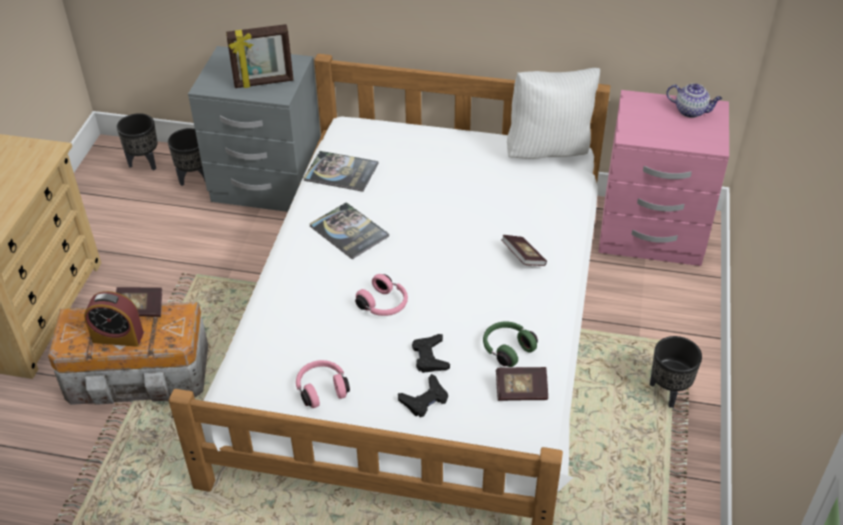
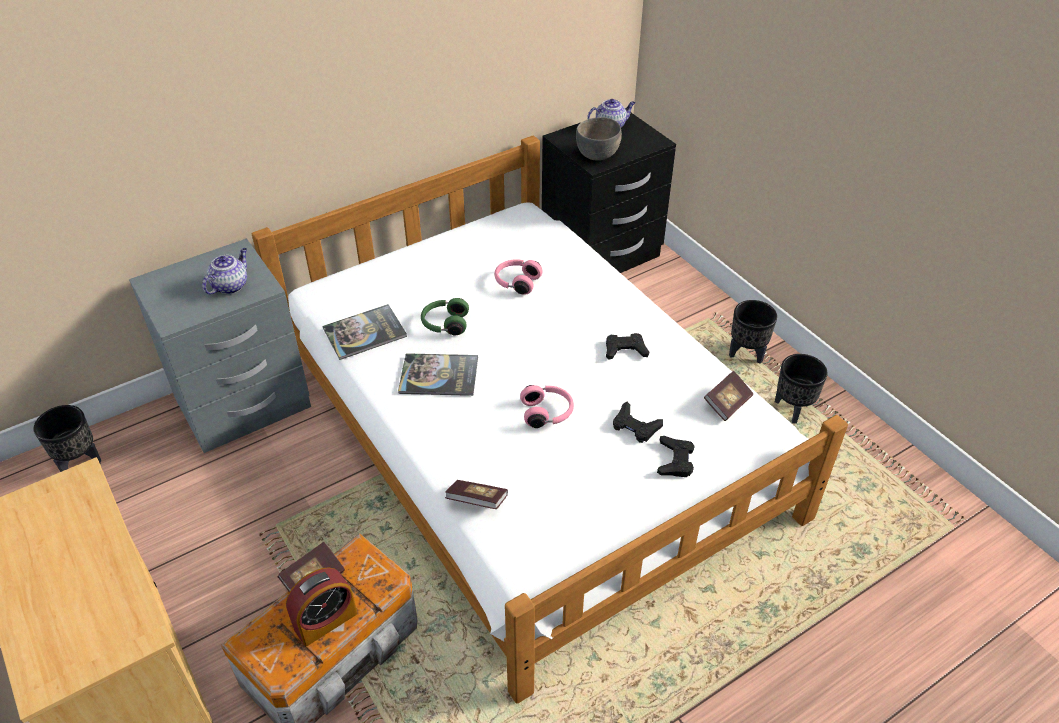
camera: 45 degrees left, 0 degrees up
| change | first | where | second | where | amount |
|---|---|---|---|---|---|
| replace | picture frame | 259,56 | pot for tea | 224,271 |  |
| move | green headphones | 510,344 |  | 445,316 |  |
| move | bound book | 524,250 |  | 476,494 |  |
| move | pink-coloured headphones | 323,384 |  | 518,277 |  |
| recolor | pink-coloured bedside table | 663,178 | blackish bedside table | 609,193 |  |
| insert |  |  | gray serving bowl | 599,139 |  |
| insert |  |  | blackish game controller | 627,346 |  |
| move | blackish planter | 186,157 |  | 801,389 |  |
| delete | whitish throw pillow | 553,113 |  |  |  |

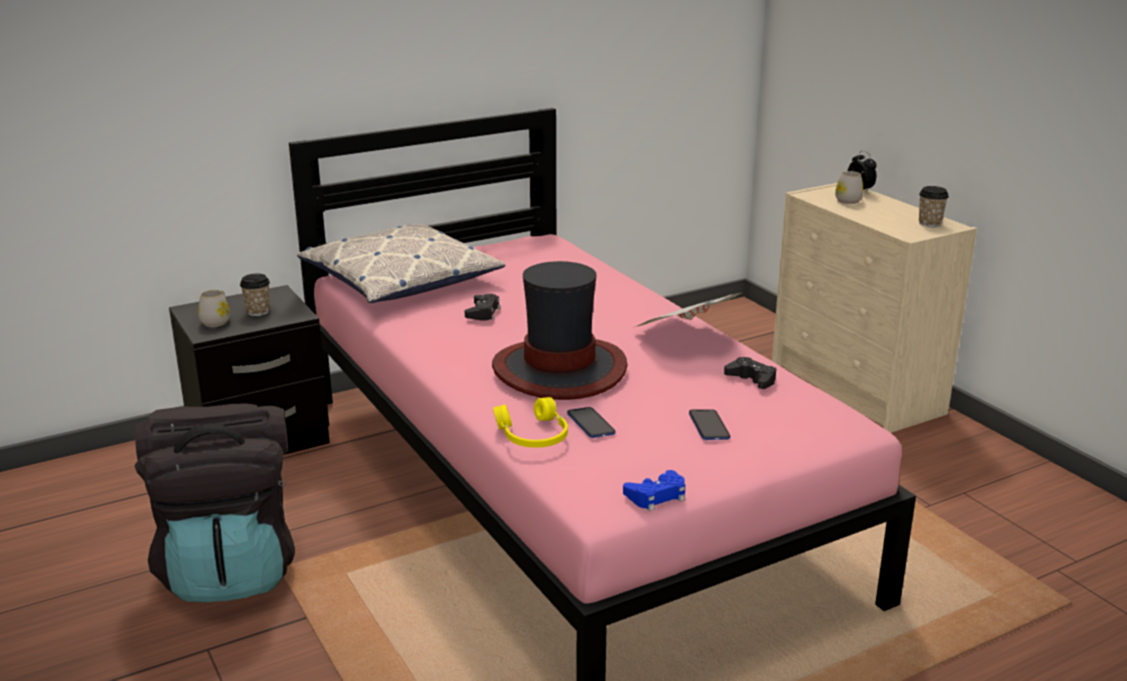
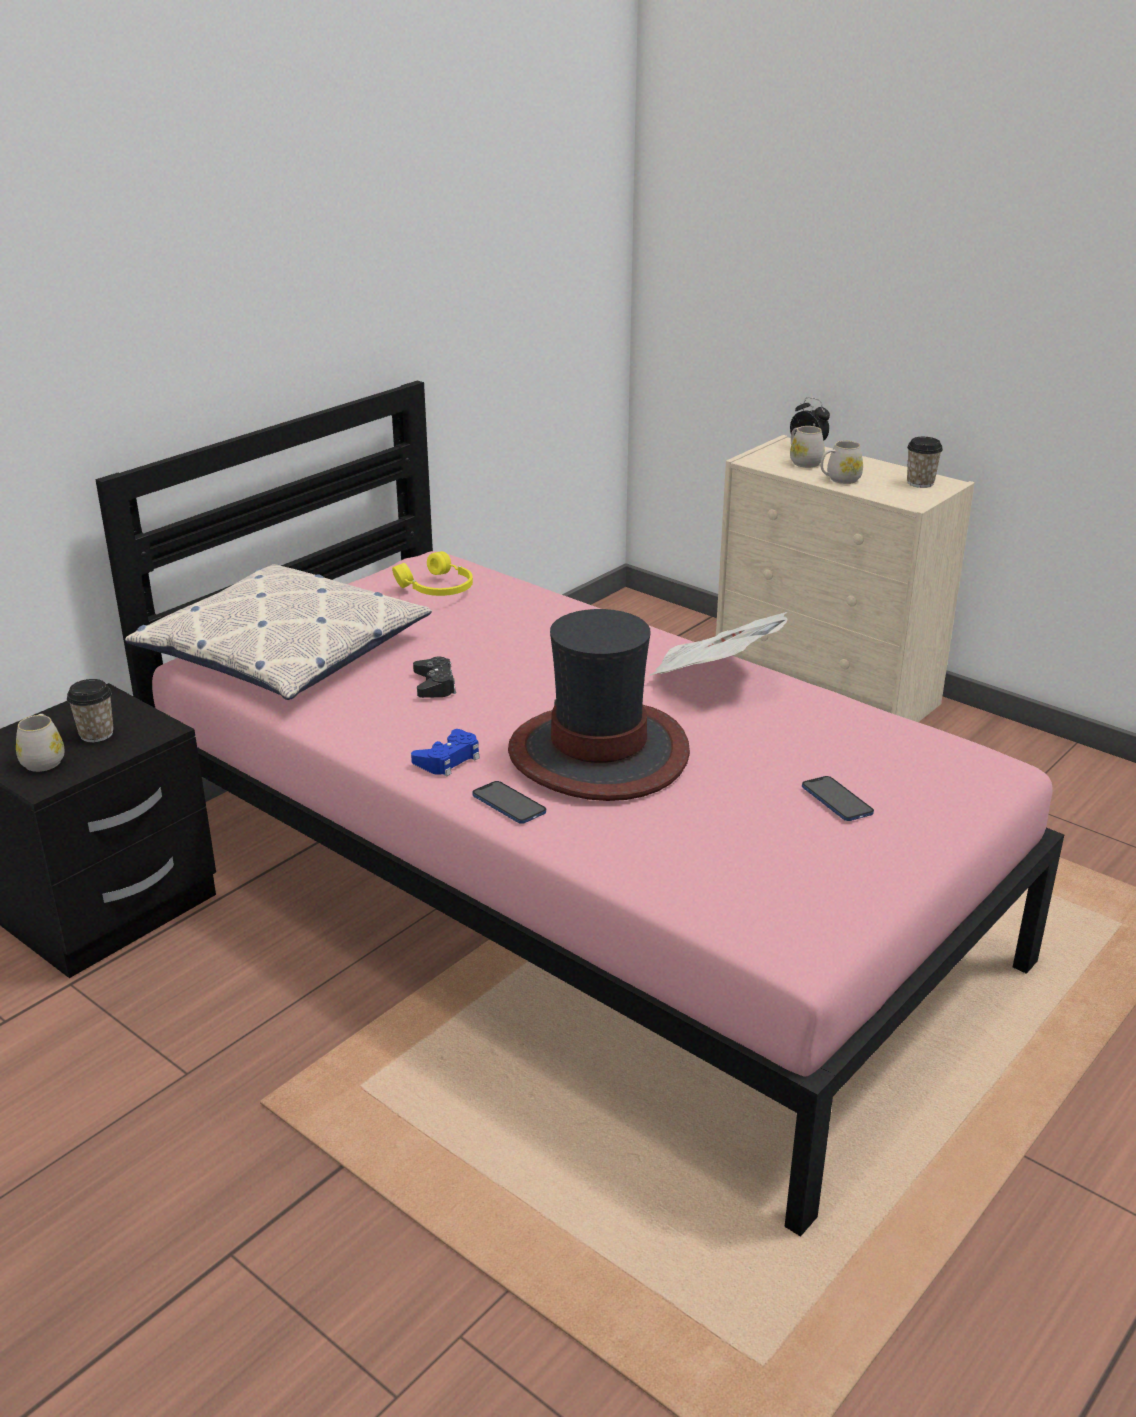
camera: 20 degrees left, 5 degrees up
| change | first | where | second | where | amount |
|---|---|---|---|---|---|
| move | yellowish headphones | 530,422 |  | 432,573 |  |
| move | blue game controller | 654,490 |  | 445,752 |  |
| move | phone | 591,422 |  | 509,802 |  |
| insert |  |  | whitish tea mug | 841,462 |  |
| delete | blackish rucksack | 215,502 |  |  |  |
| delete | blackish game controller | 750,373 |  |  |  |

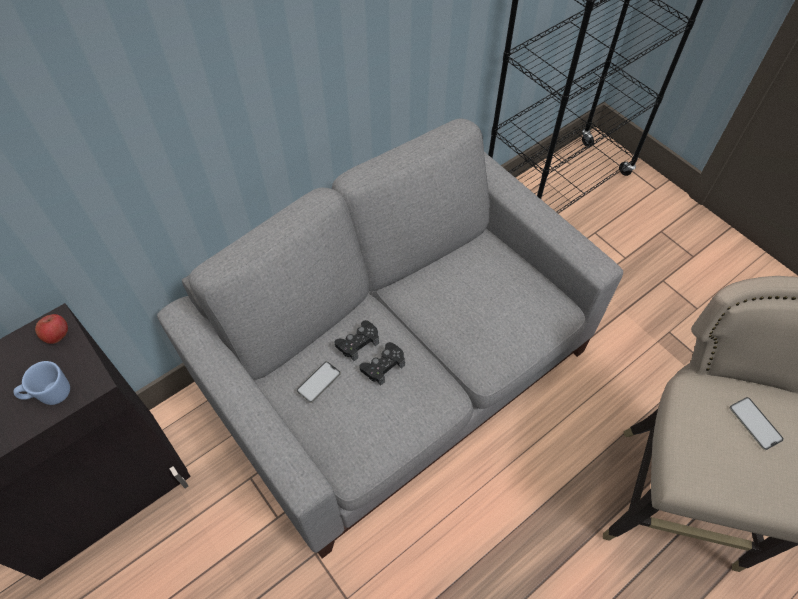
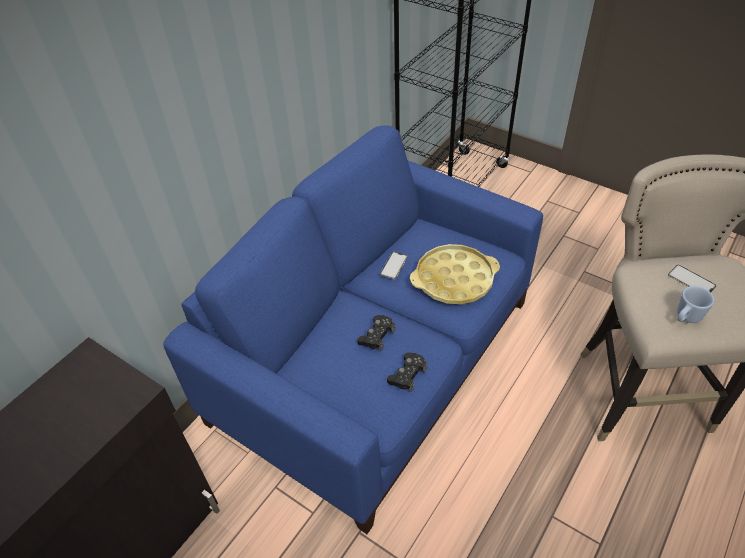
camera: 15 degrees left, 10 degrees down
| change | first | where | second | where | amount |
|---|---|---|---|---|---|
| recolor | gray sofa | 390,339 | blue sofa | 353,330 |  |
| move | phone | 319,382 |  | 394,265 |  |
| move | blackish game controller | 357,340 |  | 407,372 |  |
| insert |  |  | yellowish tray | 455,274 |  |
| move | blue tea mug | 42,383 |  | 695,304 |  |
| delete | whole apple | 51,329 |  |  |  |

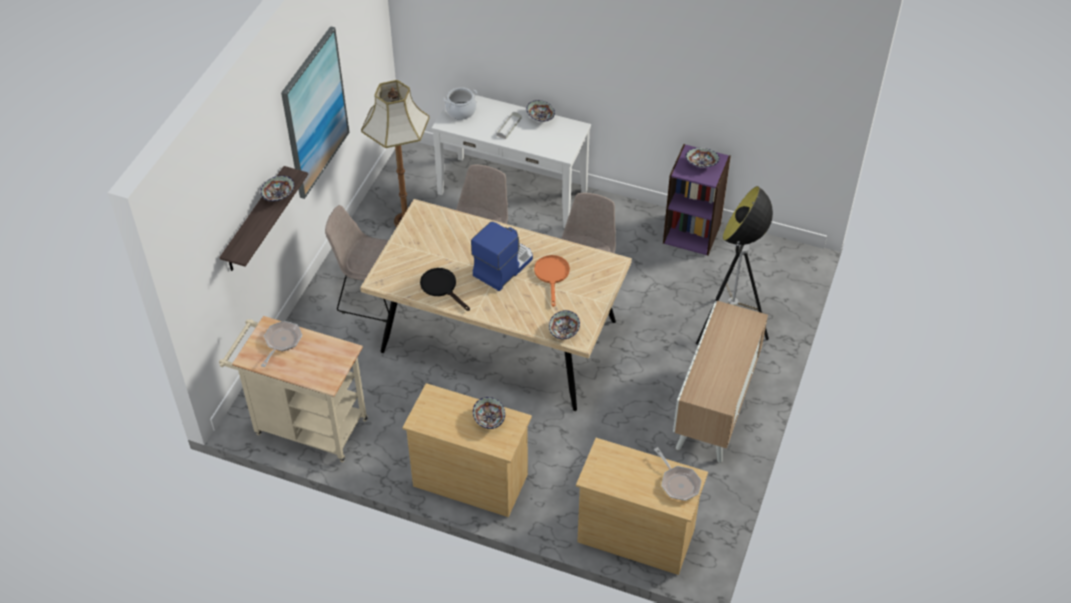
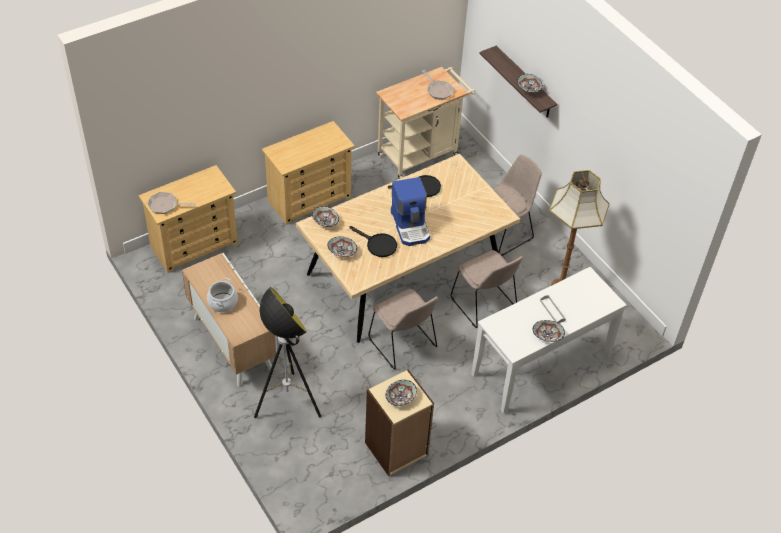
camera: 125 degrees right, 0 degrees up
| change | first | where | second | where | amount |
|---|---|---|---|---|---|
| move | cooking pot | 460,103 |  | 222,295 |  |
| move | serving bowl | 489,413 |  | 342,246 |  |
| recolor | orange-coloured frying pan | 552,281 | blackish frying pan | 373,241 |  |
| recolor | purple-coloured bookcase | 697,200 | beige bookcase | 399,423 |  |
| delete | wall picture | 315,112 |  |  |  |

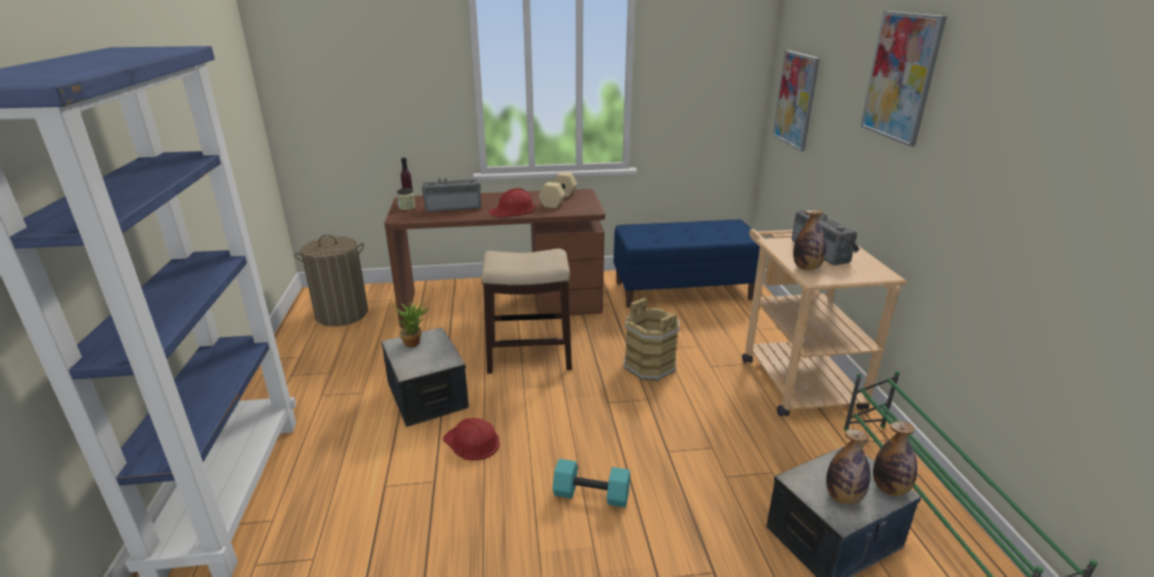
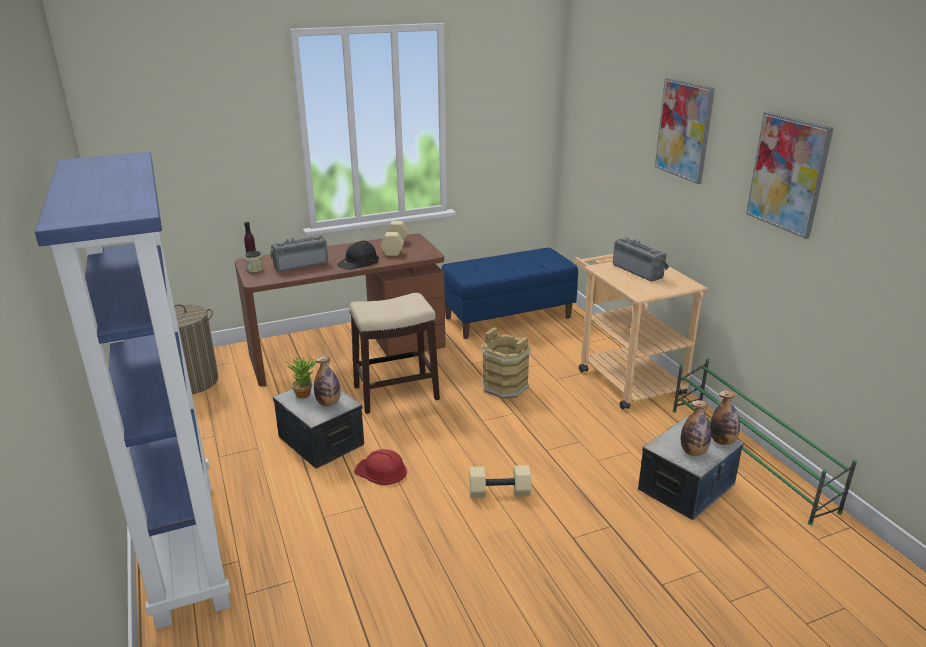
camera: 15 degrees left, 0 degrees up
| change | first | where | second | where | amount |
|---|---|---|---|---|---|
| move | beverage bottle | 809,240 |  | 327,381 |  |
| recolor | reddish safety helmet | 511,202 | blackish safety helmet | 358,255 |  |
| recolor | blue-green hand weight | 591,483 | beige hand weight | 500,481 |  |
| move | wall picture | 796,100 |  | 790,175 |  |

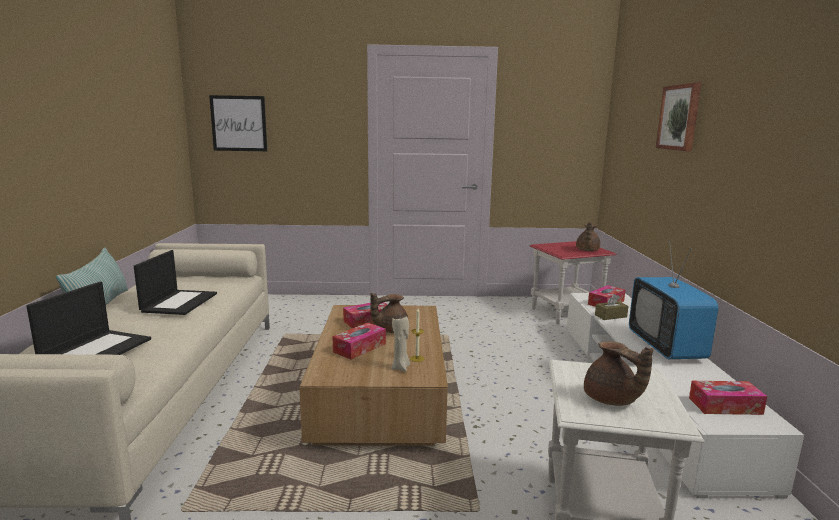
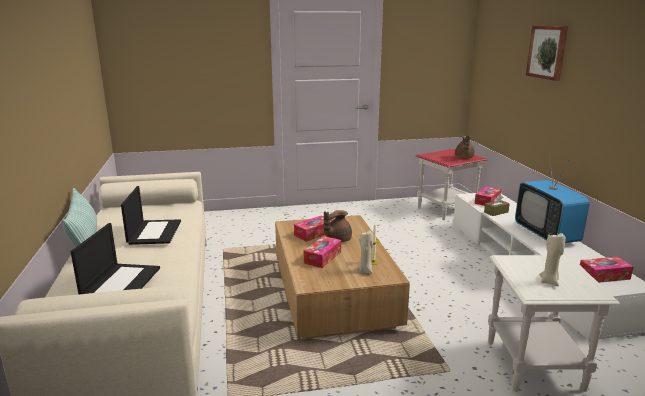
camera: 10 degrees left, 5 degrees up
| change | first | where | second | where | amount |
|---|---|---|---|---|---|
| replace | brownish pot for tea | 619,373 | beige wax light | 552,259 |  |
| delete | wall picture | 238,123 |  |  |  |

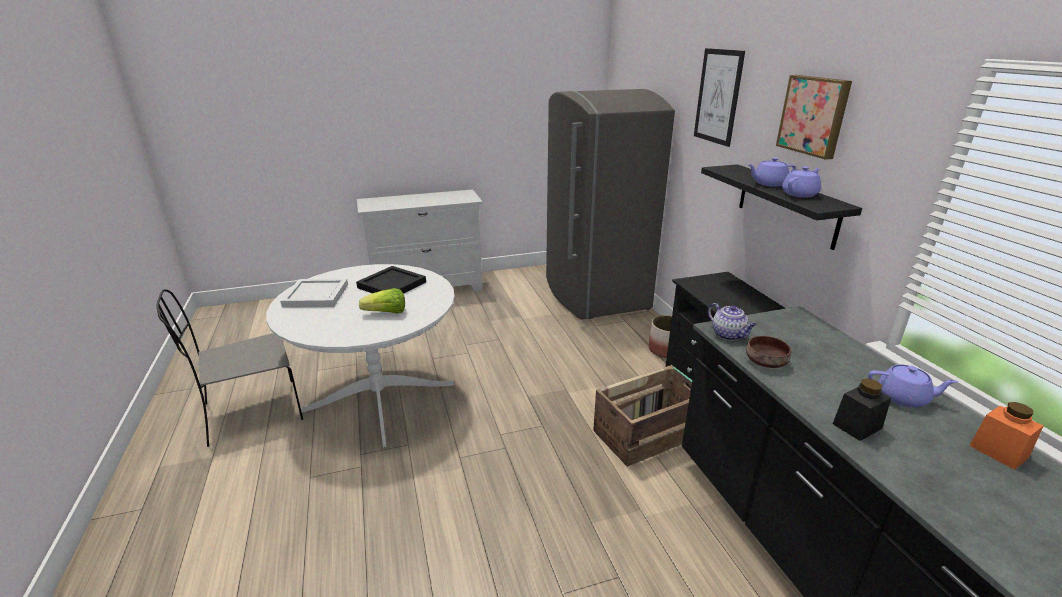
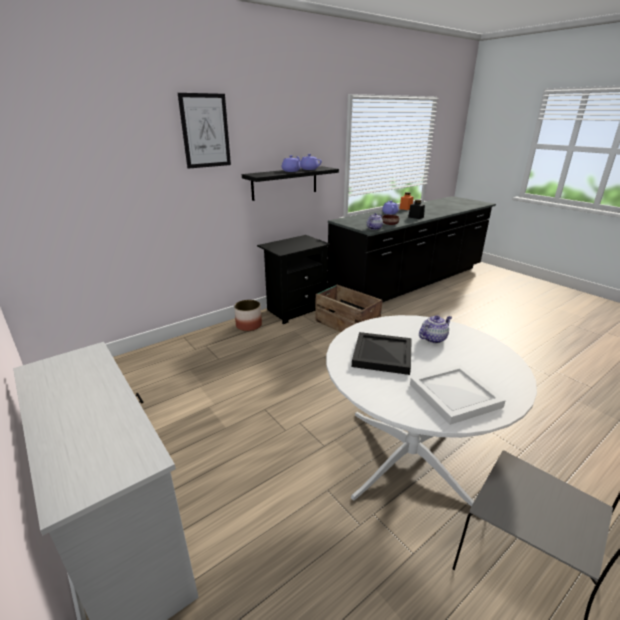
camera: 110 degrees left, 0 degrees up
| change | first | where | second | where | amount |
|---|---|---|---|---|---|
| replace | lettuce | 382,301 | pot for tea | 435,329 |  |
| delete | gray kitchen fridge | 610,204 |  |  |  |
| delete | wall picture | 814,117 |  |  |  |

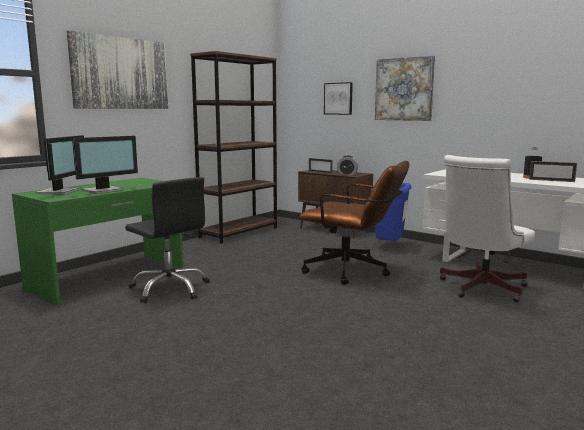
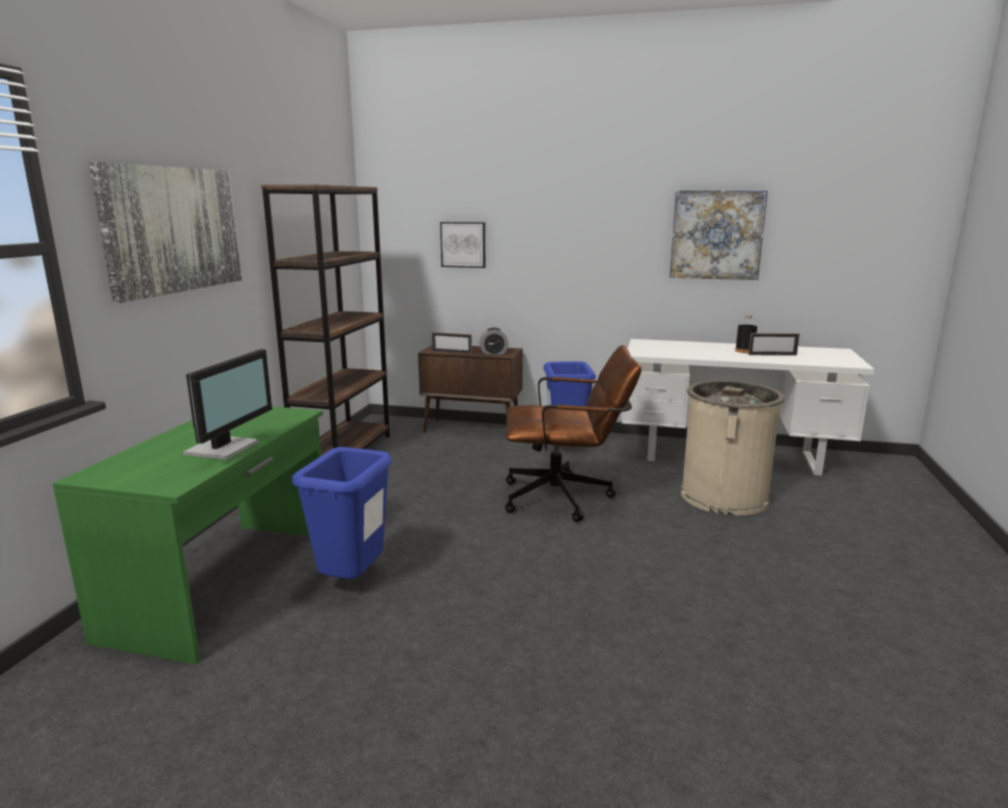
camera: 25 degrees left, 5 degrees up
| change | first | where | second | where | amount |
|---|---|---|---|---|---|
| replace | blackish desk chair | 167,240 | blue trash can | 342,515 |  |
| move | wall picture | 405,88 |  | 719,235 |  |
| replace | whitish desk chair | 487,228 | beige trash can | 733,447 |  |
| delete | computer screen | 59,165 |  |  |  |

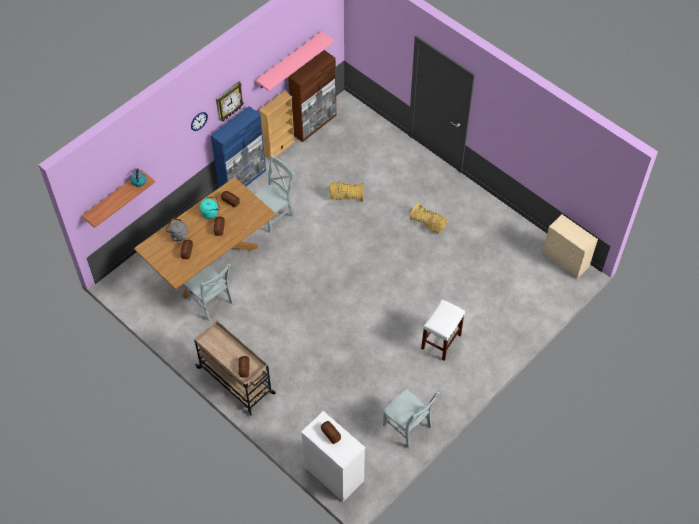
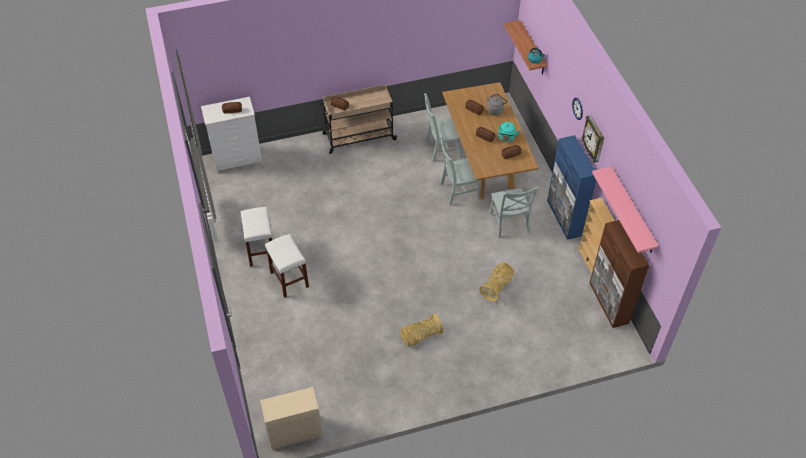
camera: 120 degrees right, 5 degrees down
| change | first | where | second | where | amount |
|---|---|---|---|---|---|
| insert |  |  | whitish sitting stool | 256,237 |  |
| move | gray upright chair | 411,419 |  | 460,170 |  |

